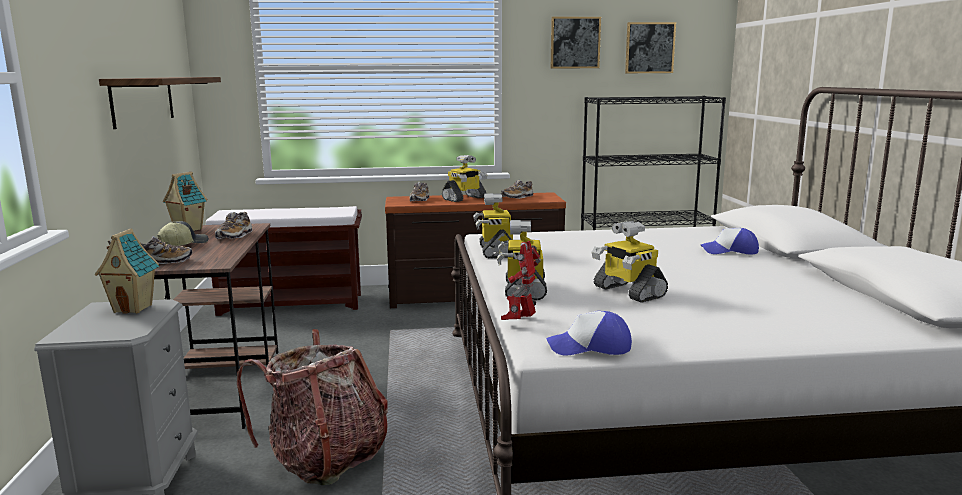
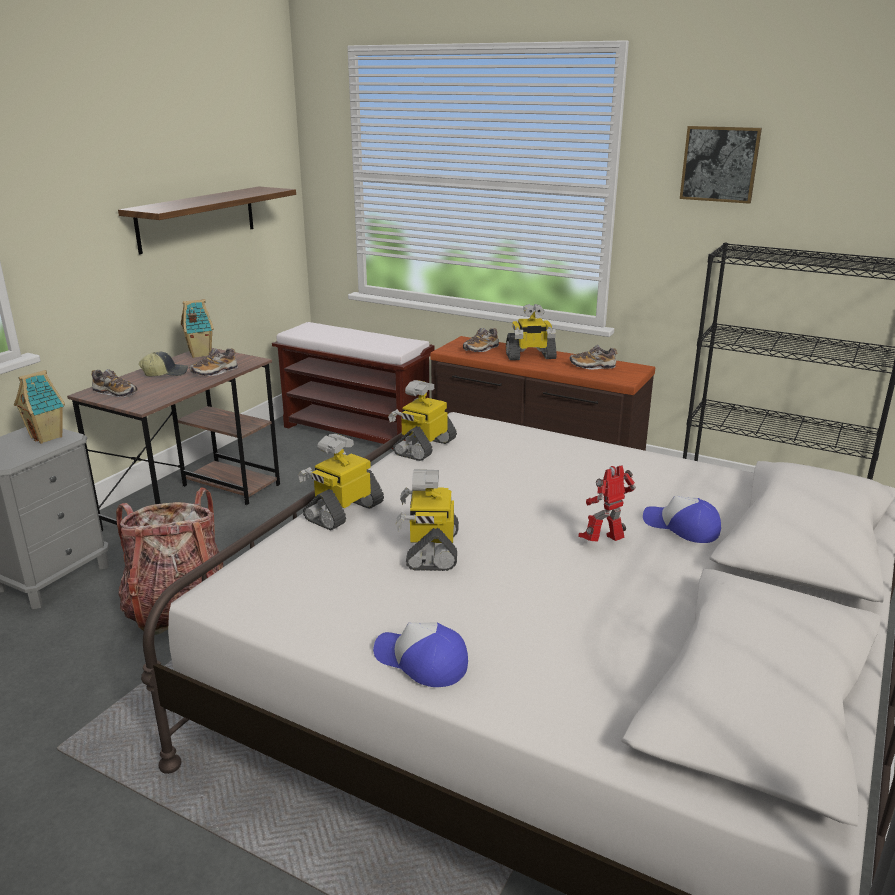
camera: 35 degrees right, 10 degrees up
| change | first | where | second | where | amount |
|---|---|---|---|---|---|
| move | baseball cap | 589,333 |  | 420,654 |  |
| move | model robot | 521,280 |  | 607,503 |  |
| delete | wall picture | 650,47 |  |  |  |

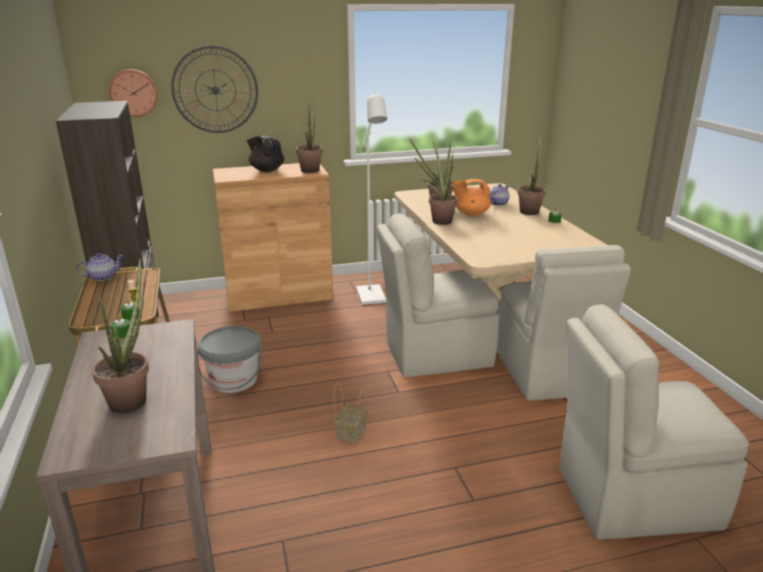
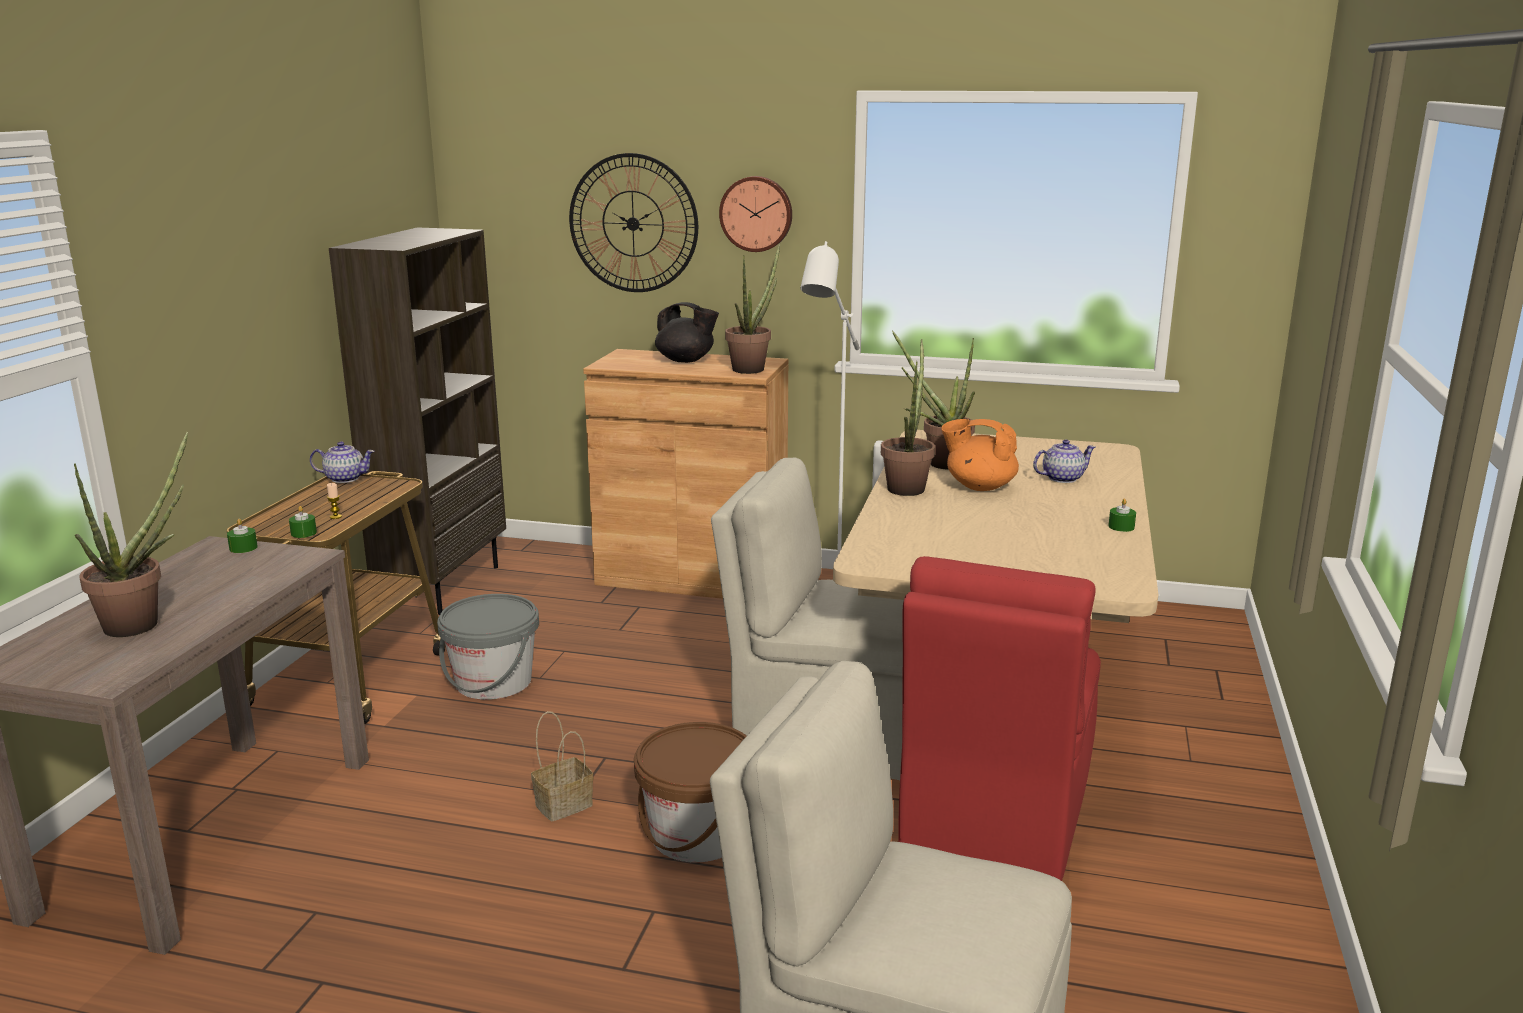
camera: 30 degrees right, 5 degrees down
| change | first | where | second | where | amount |
|---|---|---|---|---|---|
| insert |  |  | brownish water bucket | 690,792 |  |
| rotate | blackish pot for tea | 265,154 |  | 687,332 | 135 degrees clockwise |
| move | clock on the wall | 133,93 |  | 755,214 |  |
| recolor | beige upright chair | 564,323 | reddish upright chair | 999,718 |  |
| delete | potted plant | 531,175 |  |  |  |

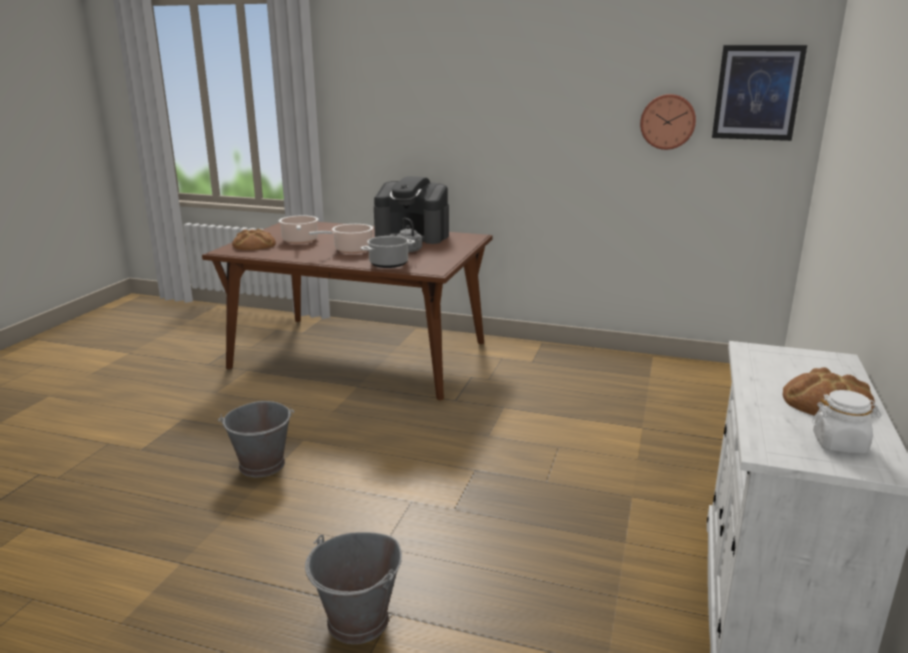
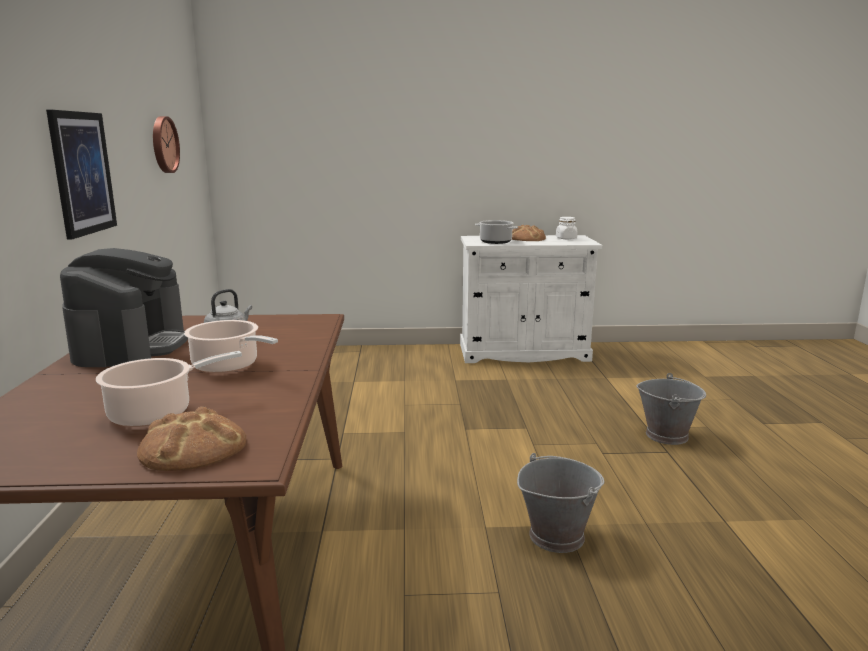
camera: 110 degrees left, 5 degrees down
| change | first | where | second | where | amount |
|---|---|---|---|---|---|
| move | wall picture | 759,93 |  | 81,174 |  |
| move | cooking pot | 388,252 |  | 496,232 |  |

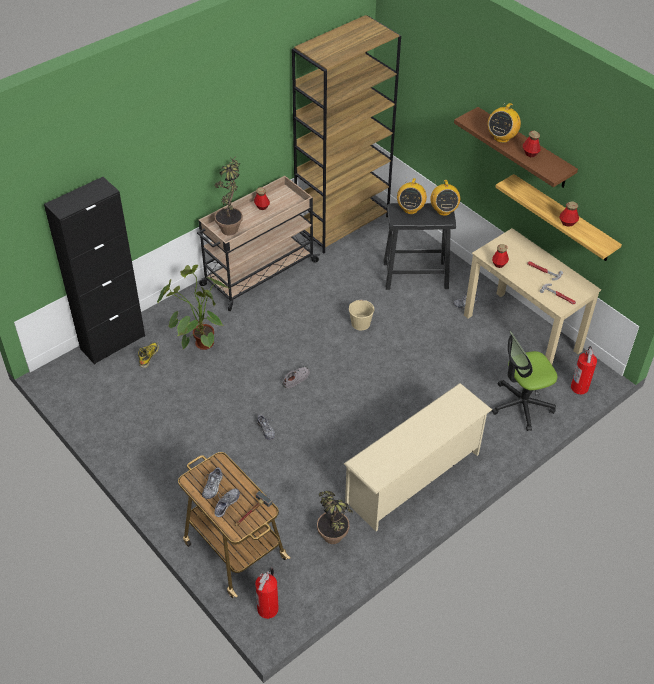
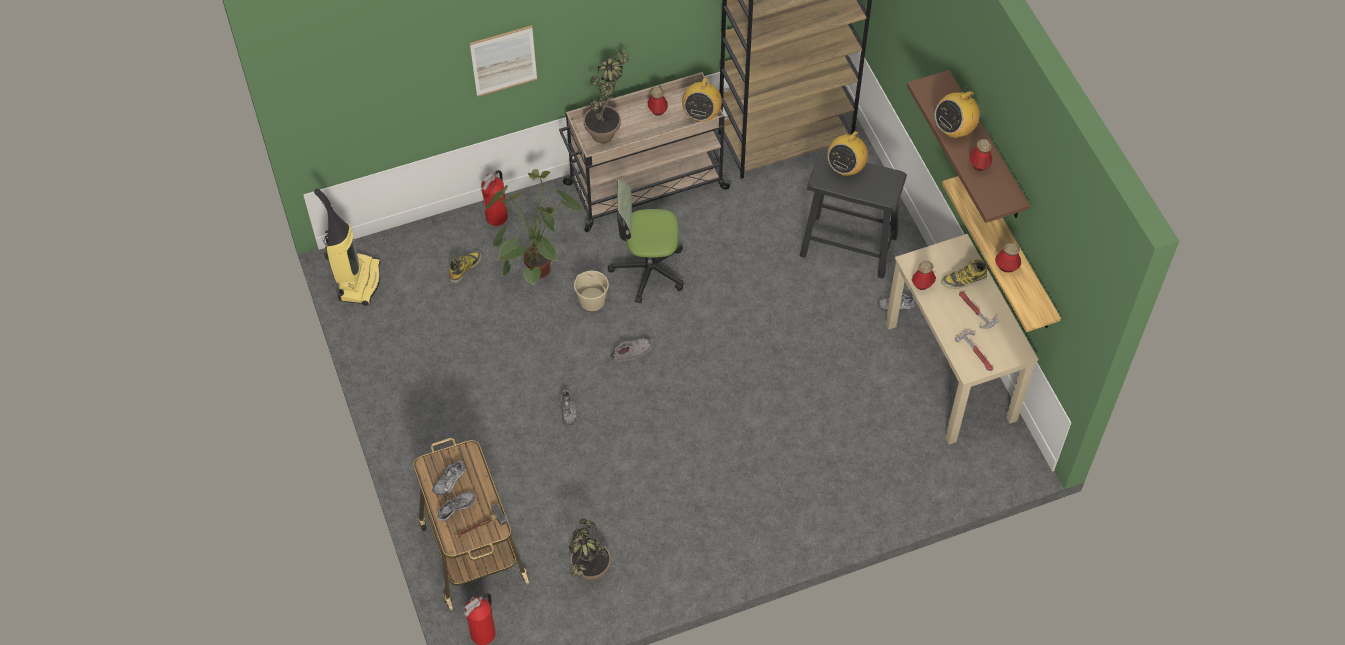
camera: 20 degrees right, 10 degrees up
| change | first | where | second | where | amount |
|---|---|---|---|---|---|
| insert |  |  | vacuum | 347,247 |  |
| insert |  |  | wall picture | 503,61 |  |
| move | extinguisher | 584,370 |  | 494,198 |  |
| move | beige water bucket | 361,315 |  | 591,291 |  |
| move | desk chair | 524,381 |  | 646,241 |  |
| move | radio receiver | 445,198 |  | 702,98 |  |
| insert |  |  | high-top boot | 964,273 |  |
| delete | blackish storage cabinet | 94,271 |  |  |  |
| delete | beige shoe stand | 418,457 |  |  |  |

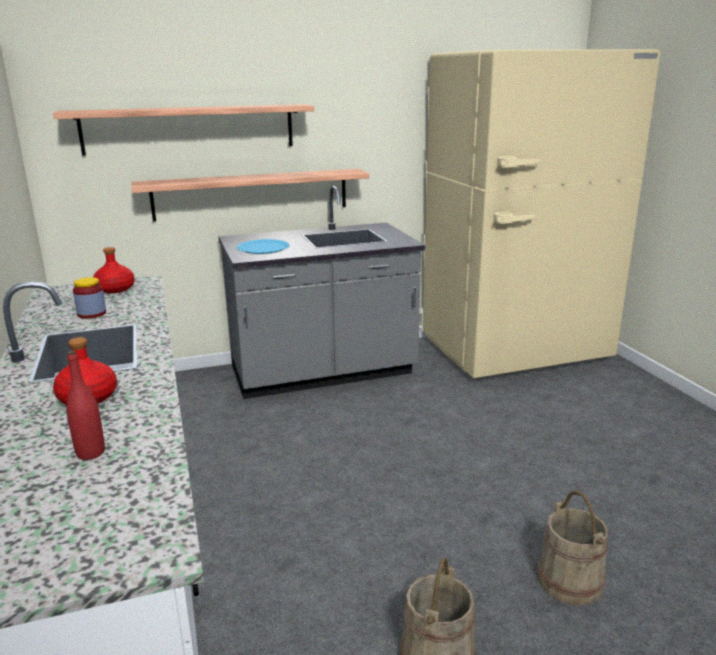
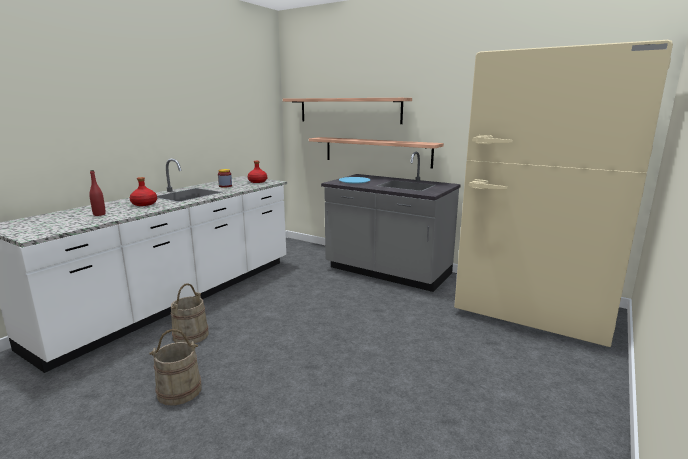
camera: 50 degrees right, 5 degrees down
| change | first | where | second | where | amount |
|---|---|---|---|---|---|
| move | beige water bucket | 572,548 |  | 190,313 |  |

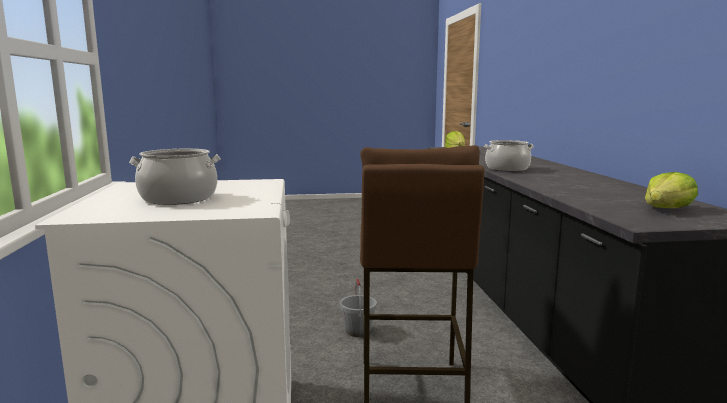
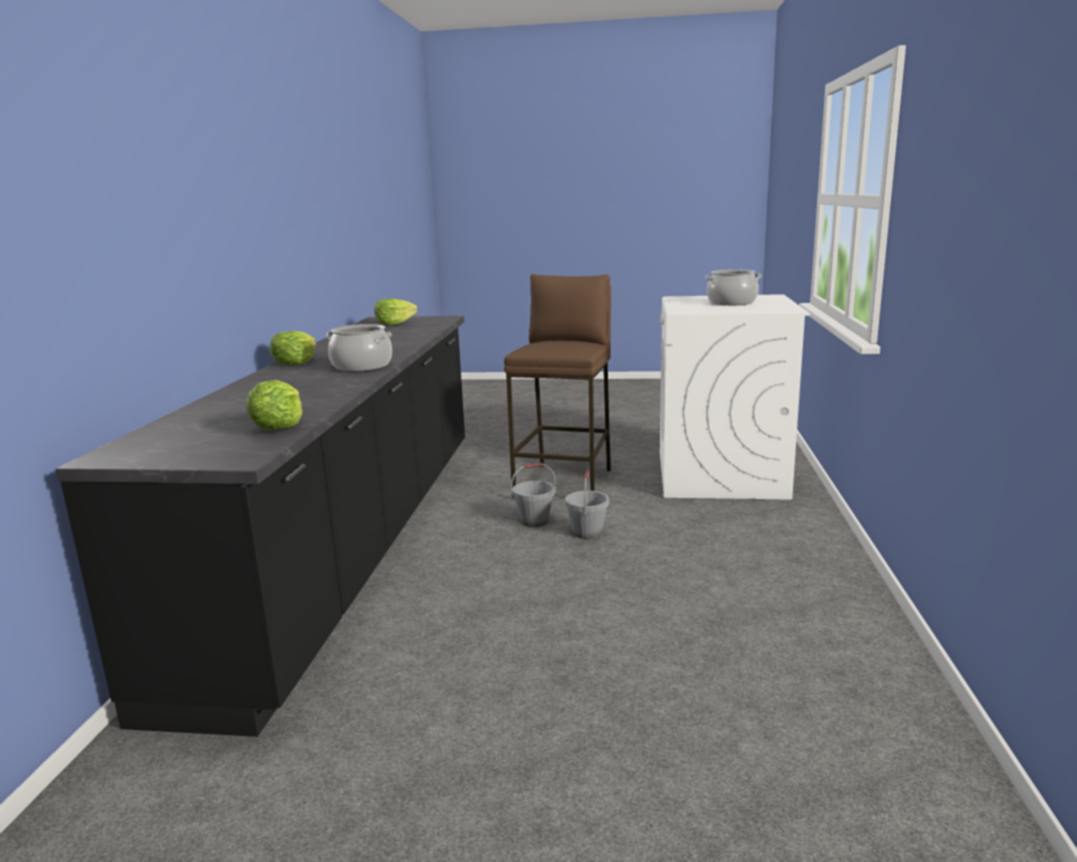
camera: 165 degrees left, 5 degrees up
| change | first | where | second | where | amount |
|---|---|---|---|---|---|
| insert |  |  | lettuce | 293,348 |  |
| insert |  |  | gray water bucket | 533,495 |  |

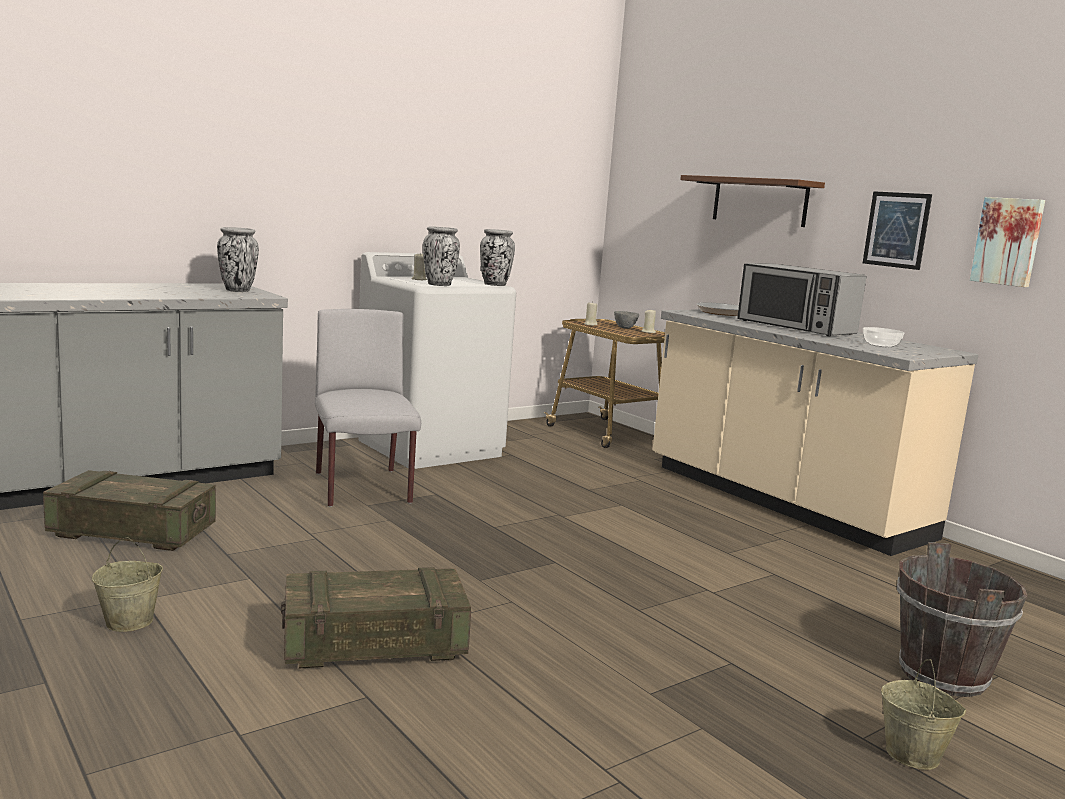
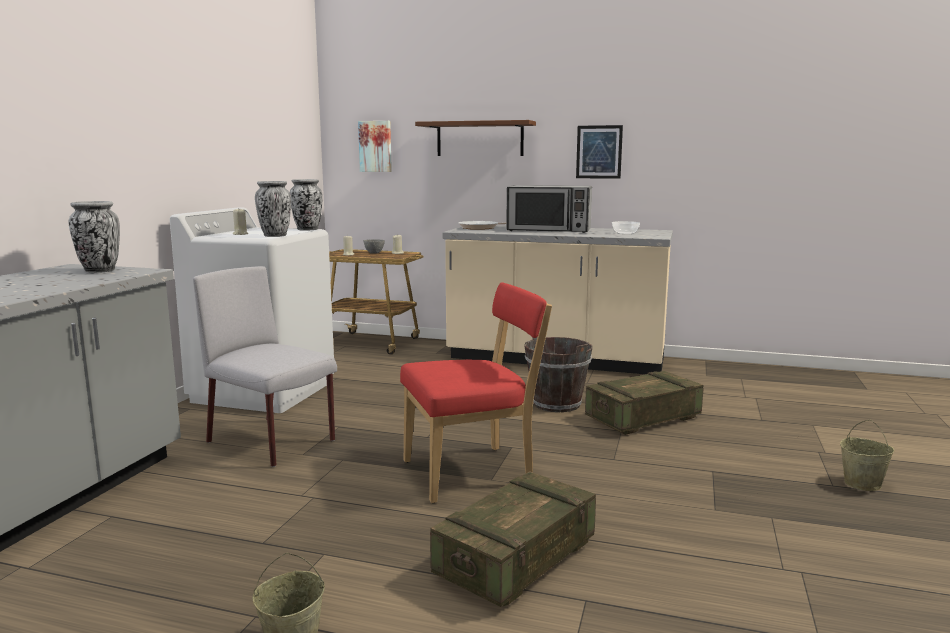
camera: 35 degrees left, 0 degrees up
| change | first | where | second | where | amount |
|---|---|---|---|---|---|
| move | wall picture | 1007,242 |  | 375,146 |  |
| insert |  |  | reddish upright chair | 476,392 |  |
| move | brownish water bucket | 962,619 |  | 558,374 |  |
| move | packing crate | 129,510 |  | 644,403 |  |

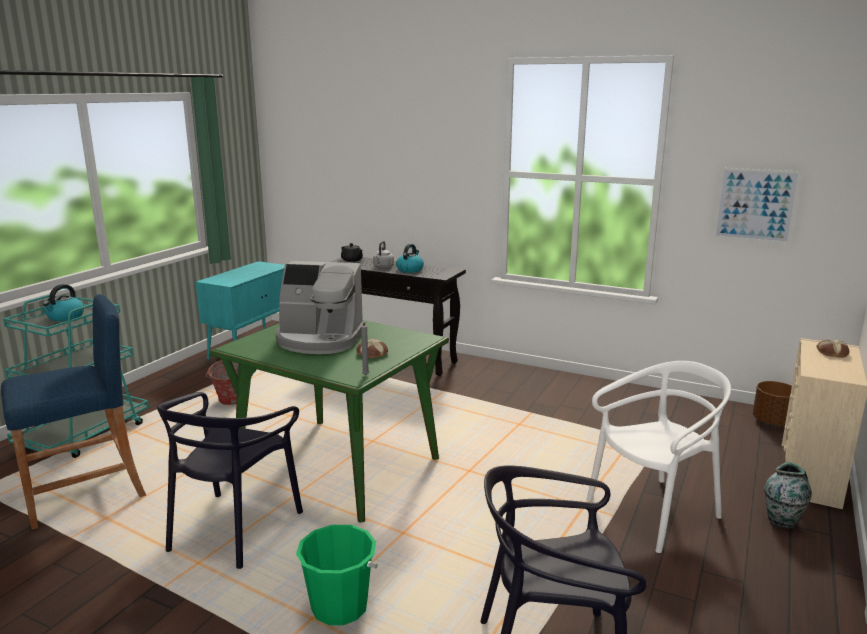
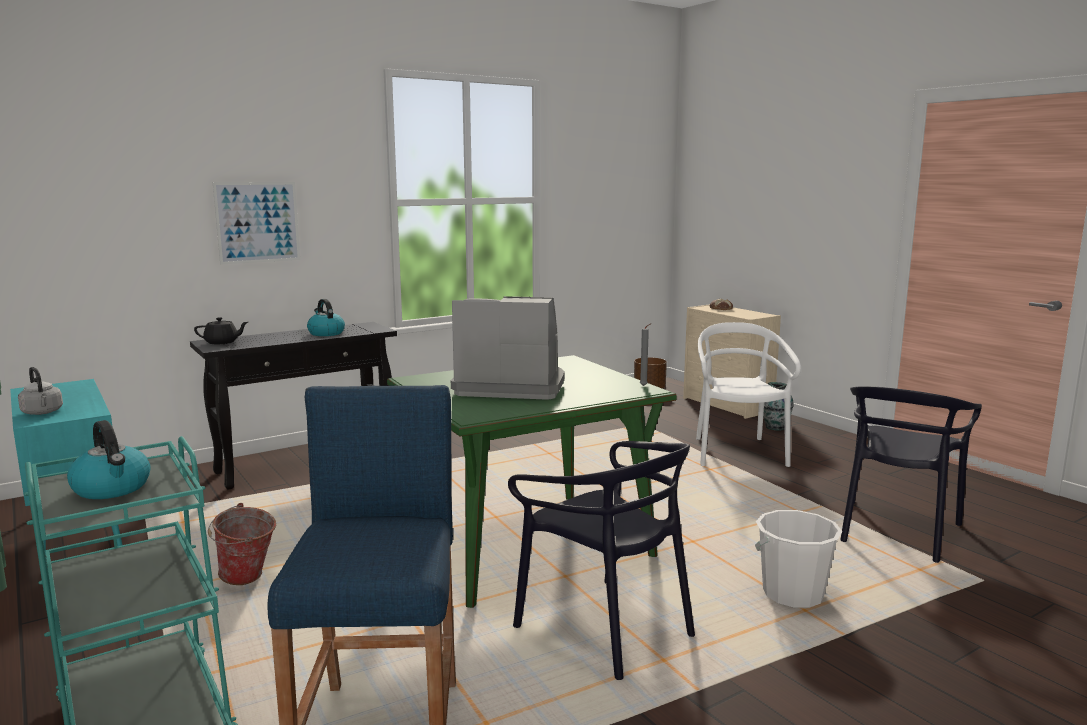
camera: 60 degrees left, 5 degrees down
| change | first | where | second | where | amount |
|---|---|---|---|---|---|
| move | gray water kettle | 383,254 |  | 40,391 |  |
| move | wall picture | 757,206 |  | 256,223 |  |
| rotate | coffee machine | 320,307 |  | 508,348 | 120 degrees counterclockwise |
| recolor | green water bucket | 337,575 | whitish water bucket | 798,559 |  |
| delete | bakery bread | 372,348 |  |  |  |

